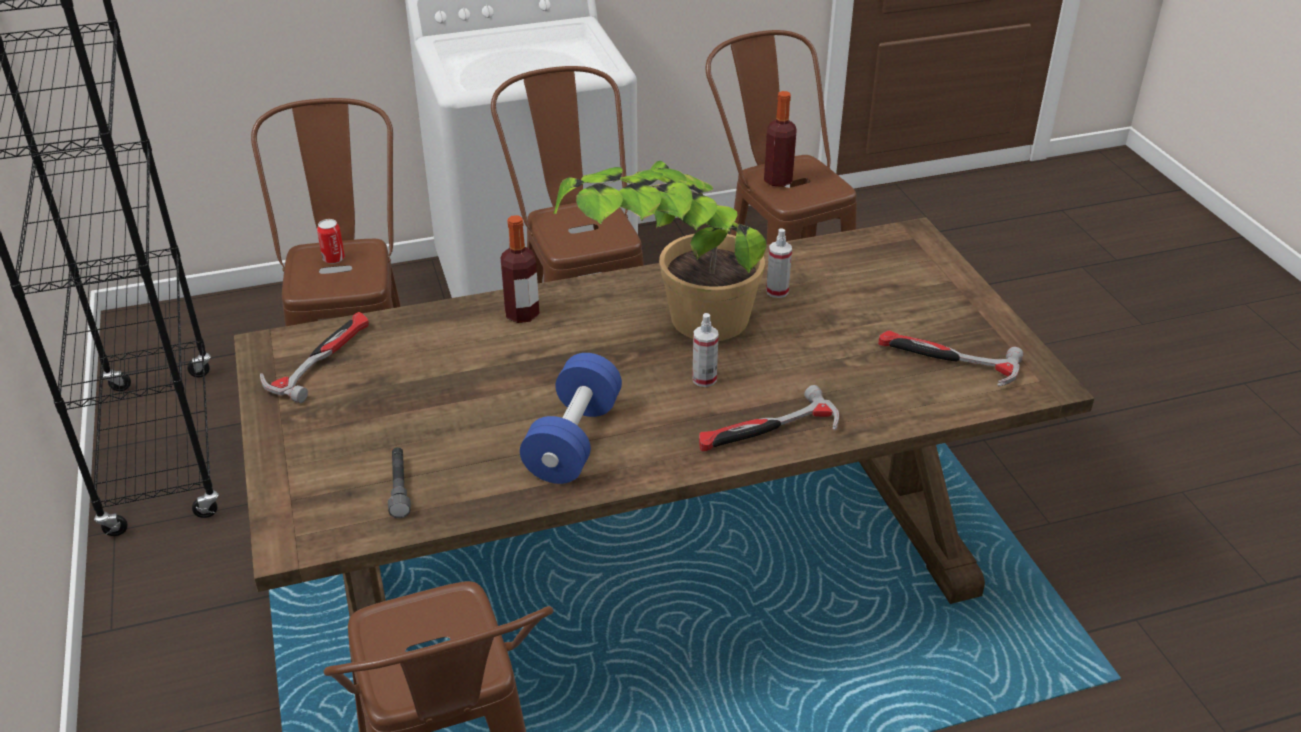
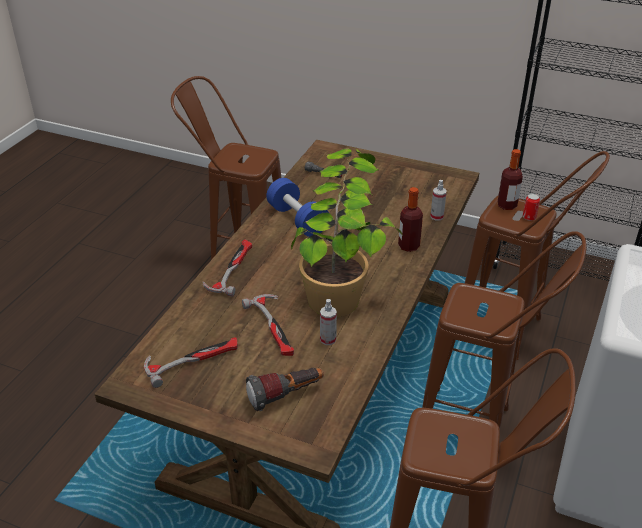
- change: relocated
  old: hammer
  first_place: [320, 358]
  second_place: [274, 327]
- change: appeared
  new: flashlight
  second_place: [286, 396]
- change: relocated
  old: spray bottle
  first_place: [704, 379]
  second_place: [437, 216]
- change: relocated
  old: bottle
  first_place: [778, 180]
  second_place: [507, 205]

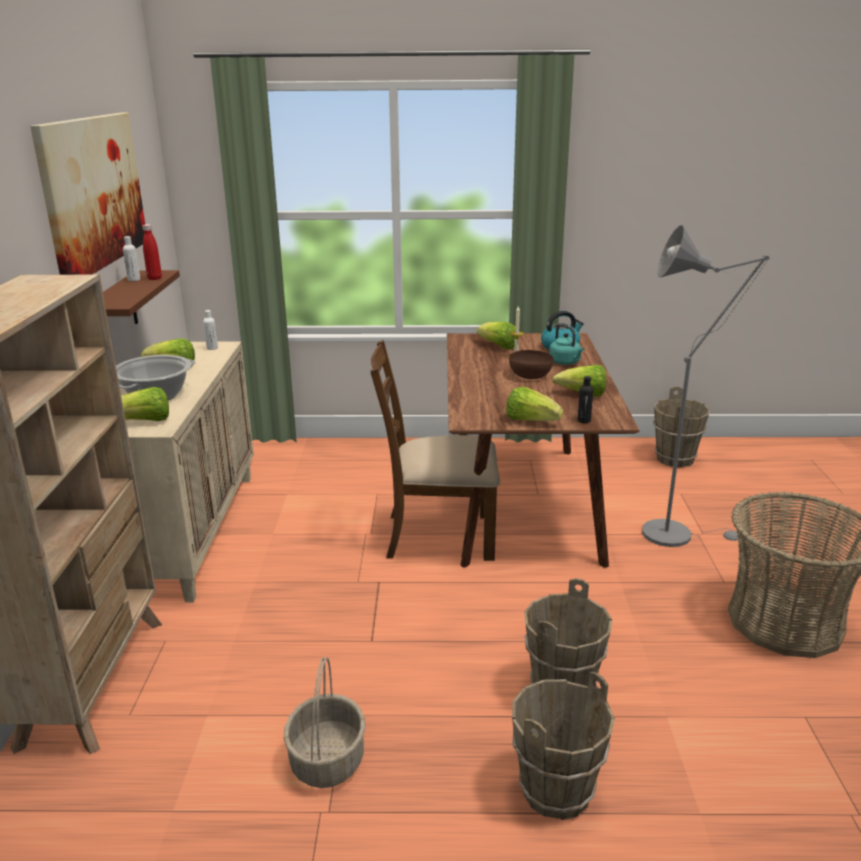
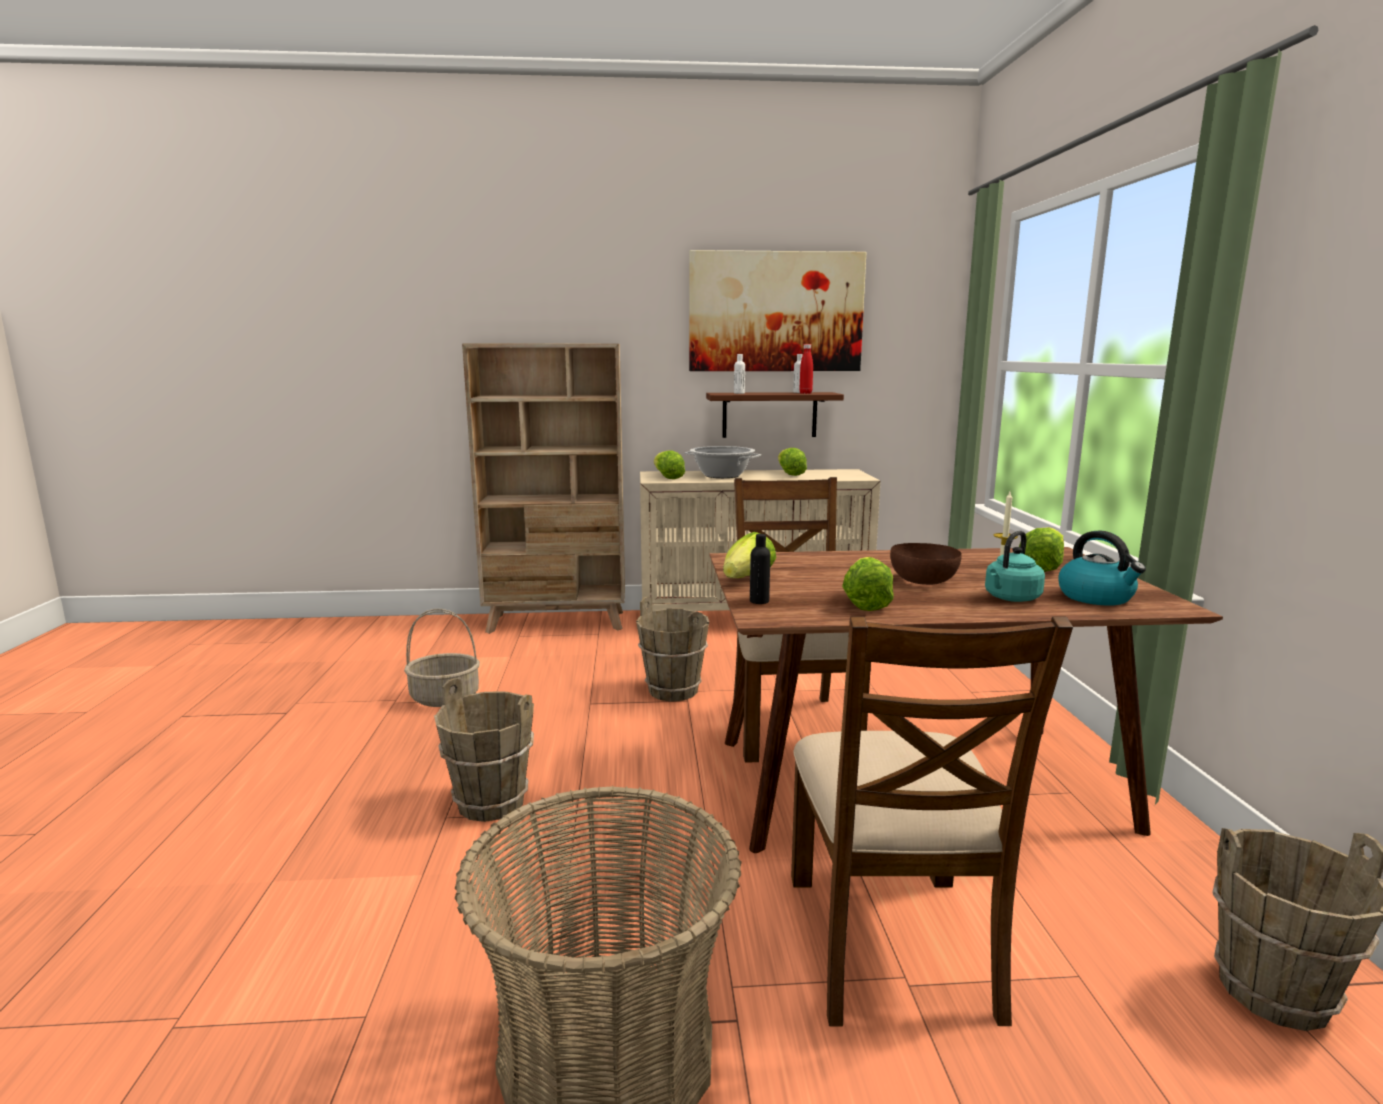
- change: relocated
  old: bucket in brown
  first_place: [555, 791]
  second_place: [673, 690]
- change: relocated
  old: bottle in white
  first_place: [212, 348]
  second_place: [739, 393]
- change: exchanged
  old: floor lamp in grey
  new: chair in brown
  first_place: [676, 533]
  second_place: [892, 944]

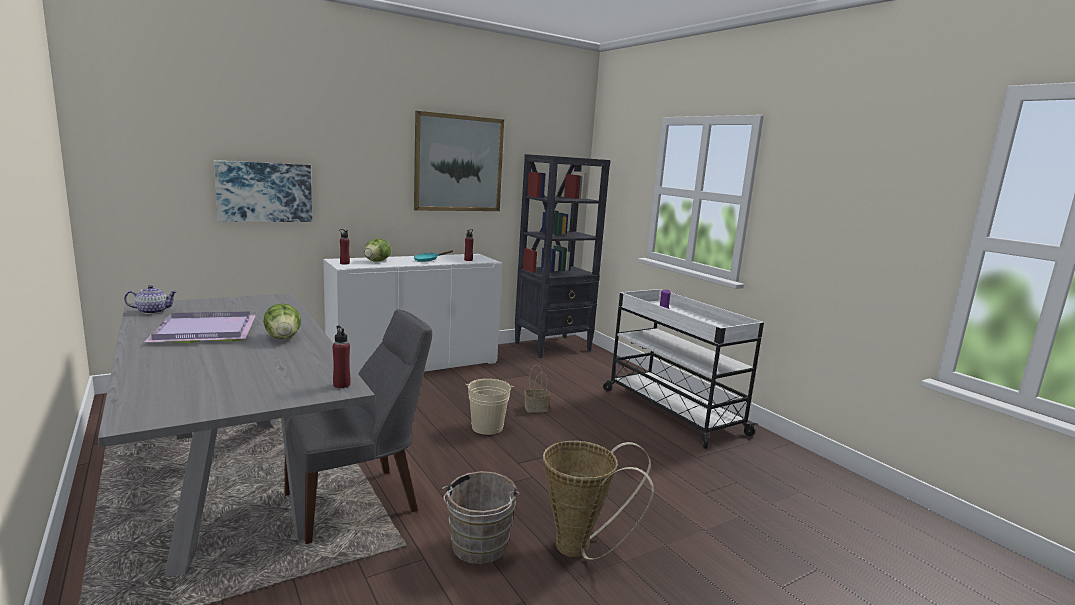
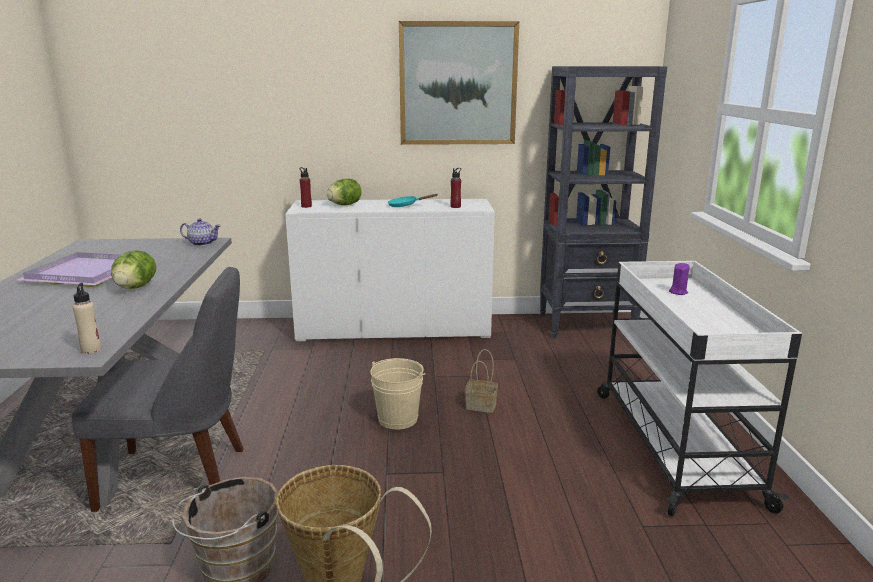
- change: colour
  old: bottle in red
  new: bottle in beige
  first_place: [341, 385]
  second_place: [91, 350]
- change: relocated
  old: teapot
  first_place: [152, 311]
  second_place: [202, 243]
- change: missing
  old: picture
  first_place: [264, 192]

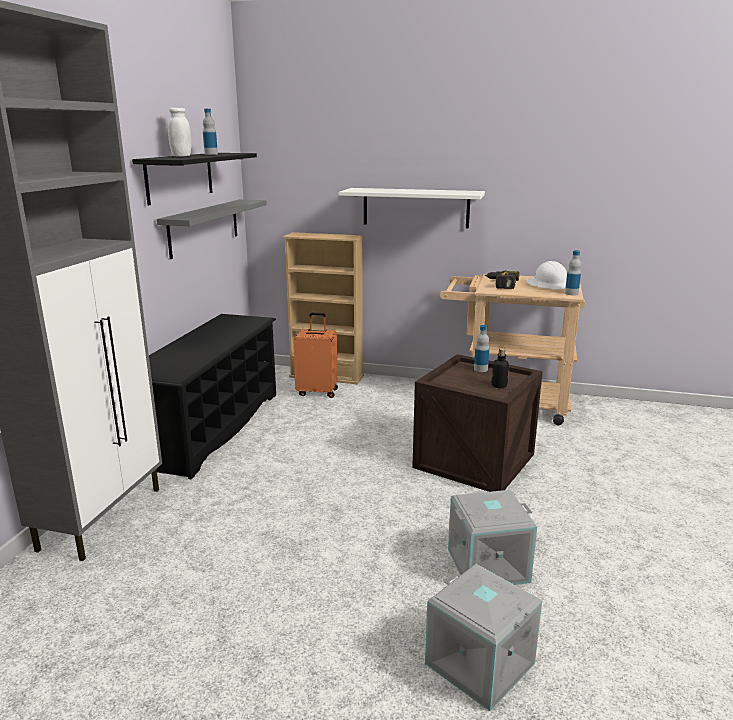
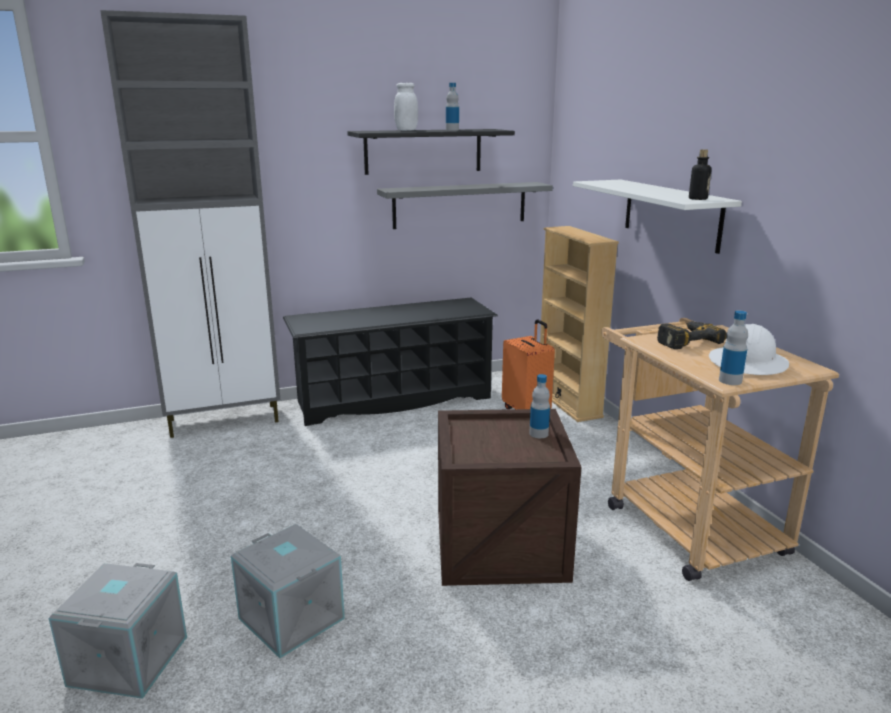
- change: relocated
  old: bottle
  first_place: [499, 386]
  second_place: [698, 199]

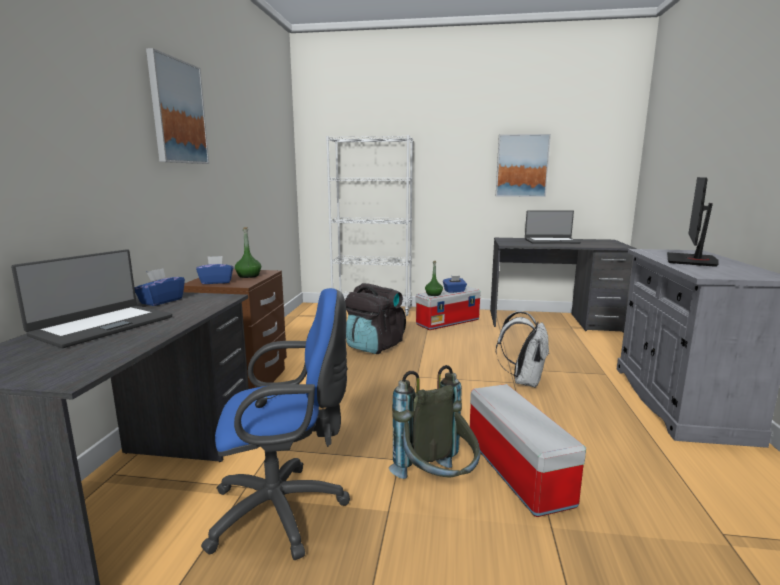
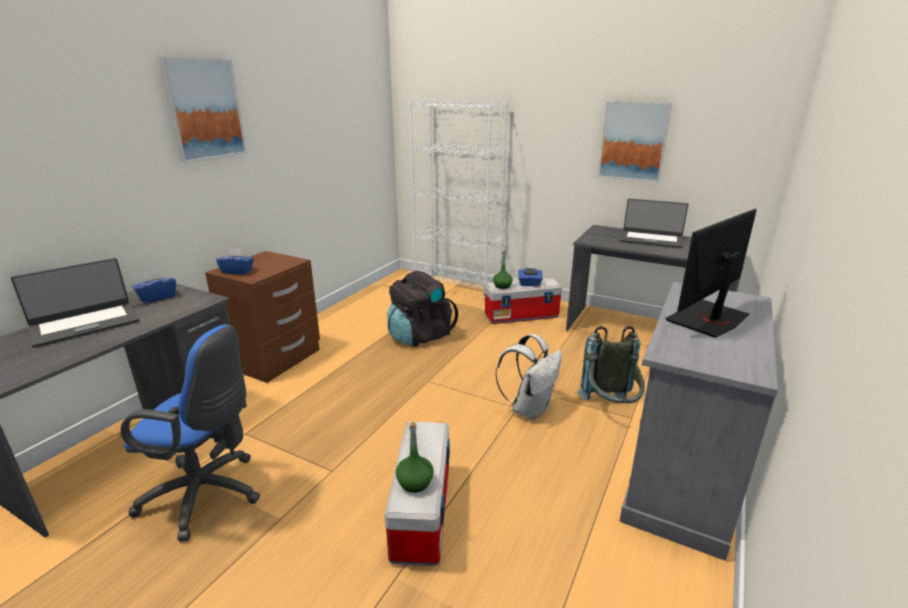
- change: relocated
  old: bottle in green
  first_place: [248, 276]
  second_place: [414, 482]
- change: relocated
  old: backpack in grey
  first_place: [437, 485]
  second_place: [610, 408]

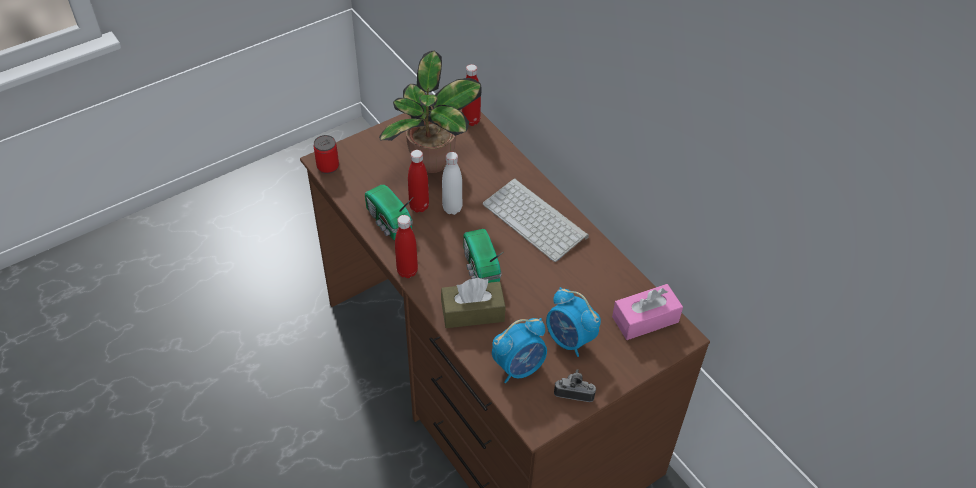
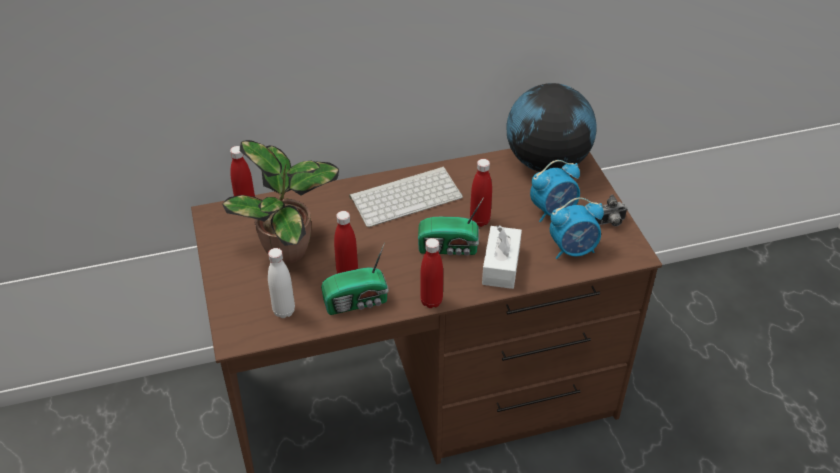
- change: relocated
  old: bottle in white
  first_place: [452, 208]
  second_place: [284, 311]
- change: appeared
  new: bottle in red
  second_place: [479, 221]
- change: colour
  old: tissue box in brown
  new: tissue box in white
  first_place: [472, 312]
  second_place: [501, 265]
- change: exchanged
  old: tissue box in pink
  new: globe
  first_place: [645, 319]
  second_place: [546, 162]
- change: spun
  old: alarm clock
  first_place: [519, 367]
  second_place: [573, 250]
  degrees: 90
- change: spun
  old: photo camera
  first_place: [574, 392]
  second_place: [609, 223]
  degrees: -135
- change: missing
  old: can
  first_place: [328, 166]

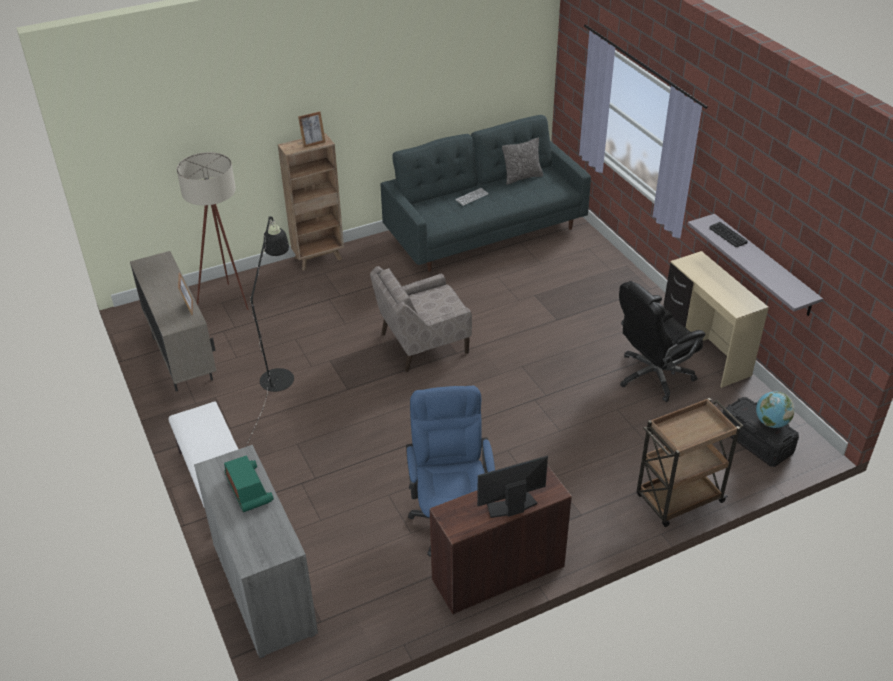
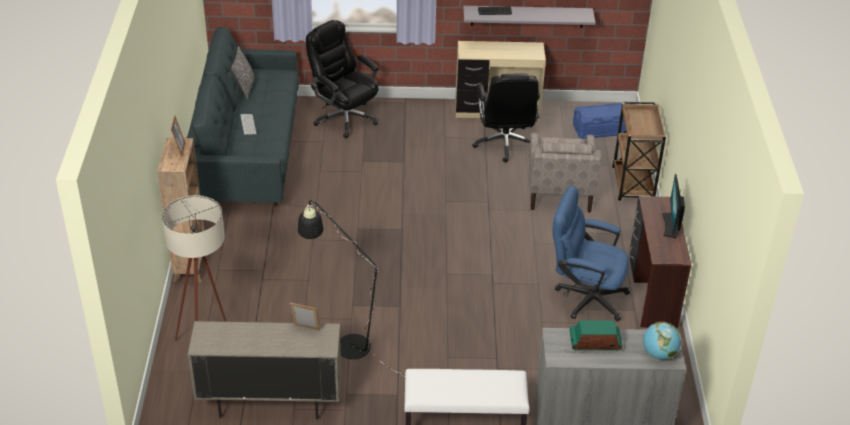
- change: appeared
  new: office chair in black
  second_place: [344, 118]
- change: relocated
  old: armchair in beige
  first_place: [423, 343]
  second_place: [559, 192]
- change: colour
  old: storage box in black
  new: storage box in blue
  first_place: [755, 441]
  second_place: [601, 130]
- change: relocated
  old: globe
  first_place: [771, 422]
  second_place: [659, 354]

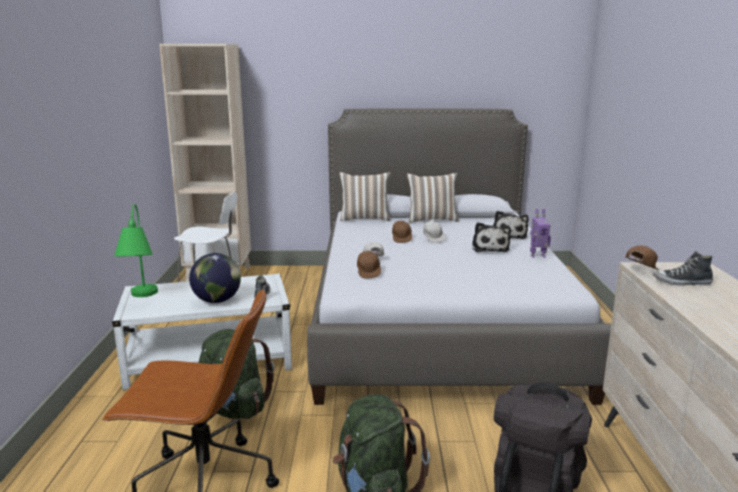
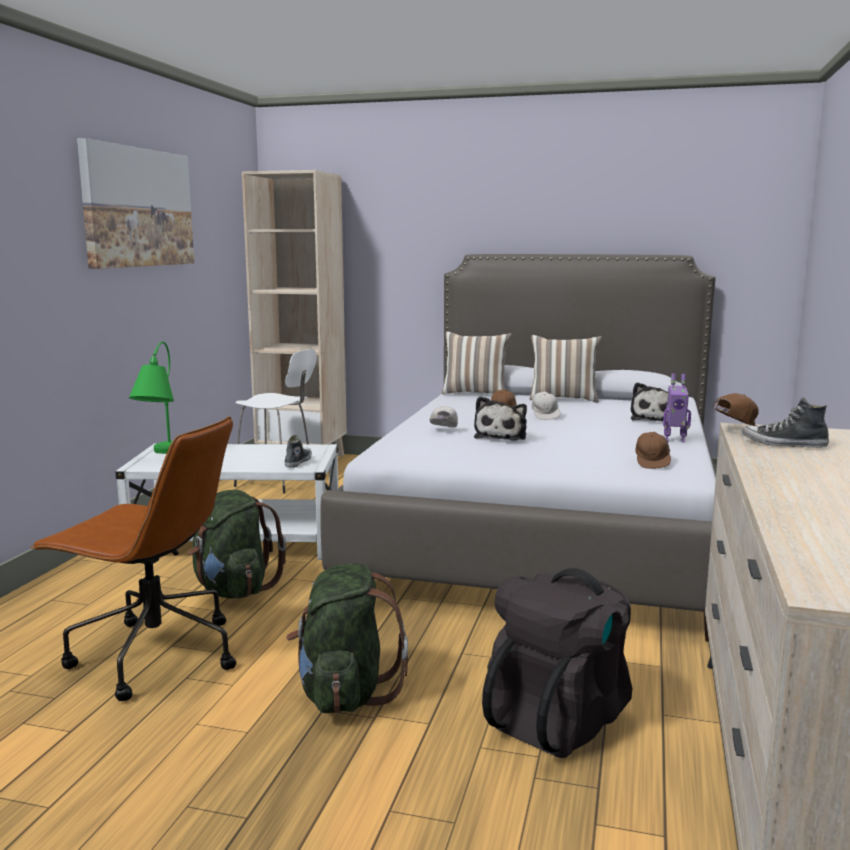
- change: appeared
  new: picture
  second_place: [138, 207]
- change: relocated
  old: plush toy
  first_place: [490, 248]
  second_place: [502, 436]
- change: relocated
  old: cap in brown
  first_place: [368, 272]
  second_place: [652, 463]
- change: missing
  old: globe
  first_place: [217, 301]

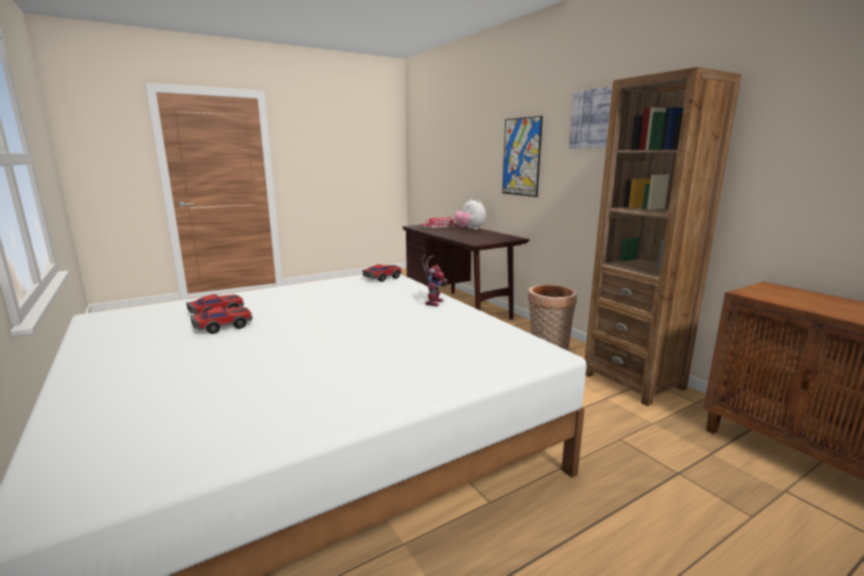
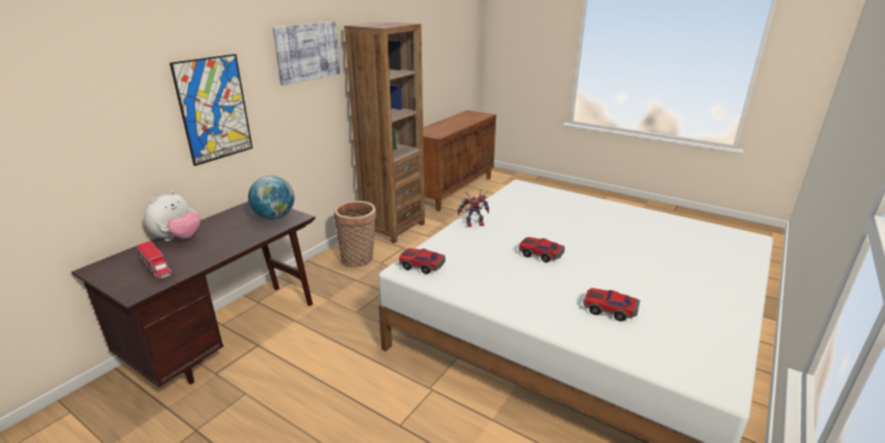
- change: appeared
  new: globe
  second_place: [275, 217]
- change: relocated
  old: toy car
  first_place: [223, 326]
  second_place: [540, 254]

